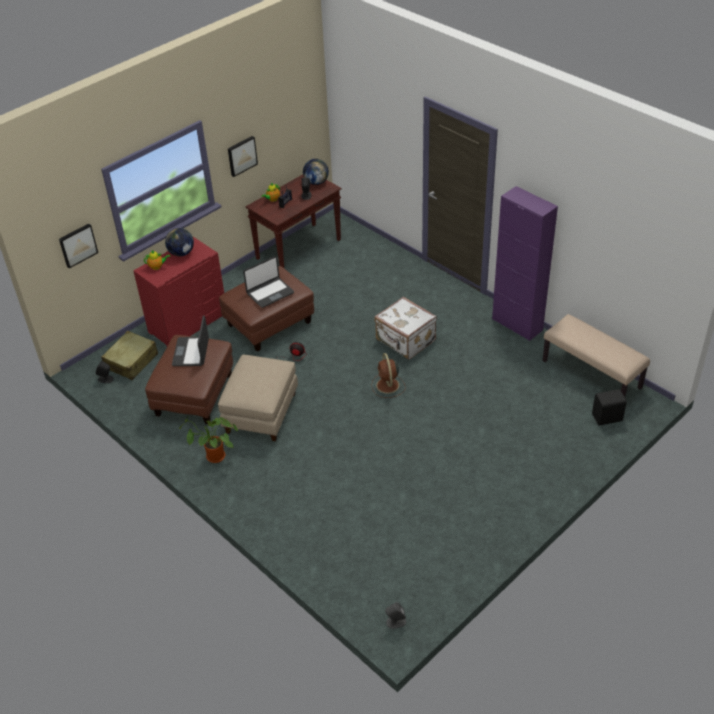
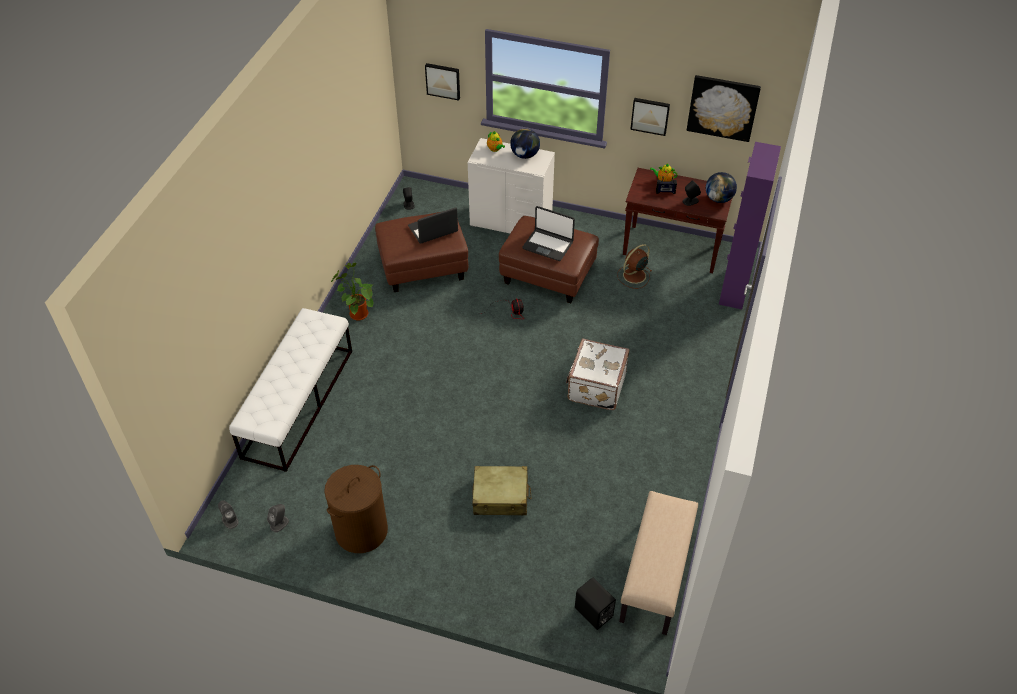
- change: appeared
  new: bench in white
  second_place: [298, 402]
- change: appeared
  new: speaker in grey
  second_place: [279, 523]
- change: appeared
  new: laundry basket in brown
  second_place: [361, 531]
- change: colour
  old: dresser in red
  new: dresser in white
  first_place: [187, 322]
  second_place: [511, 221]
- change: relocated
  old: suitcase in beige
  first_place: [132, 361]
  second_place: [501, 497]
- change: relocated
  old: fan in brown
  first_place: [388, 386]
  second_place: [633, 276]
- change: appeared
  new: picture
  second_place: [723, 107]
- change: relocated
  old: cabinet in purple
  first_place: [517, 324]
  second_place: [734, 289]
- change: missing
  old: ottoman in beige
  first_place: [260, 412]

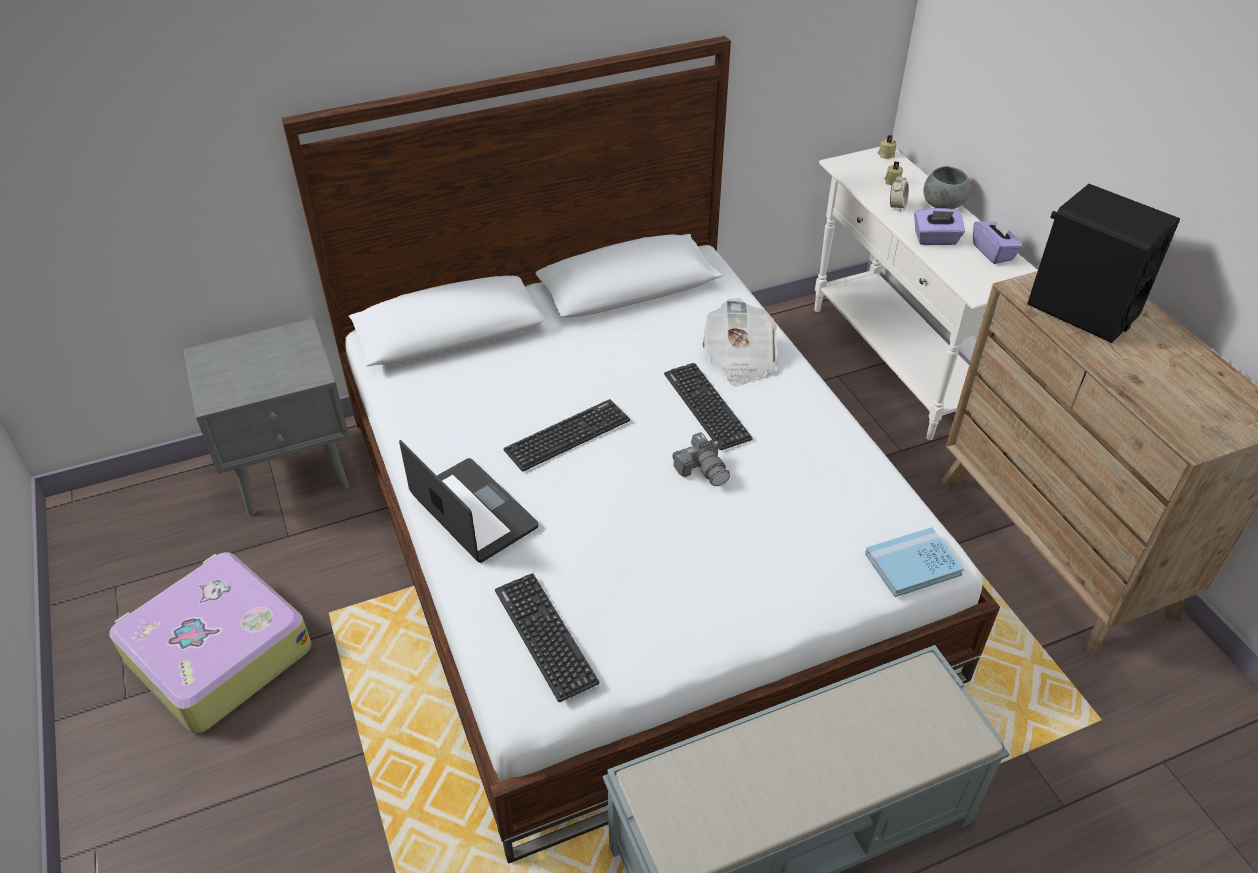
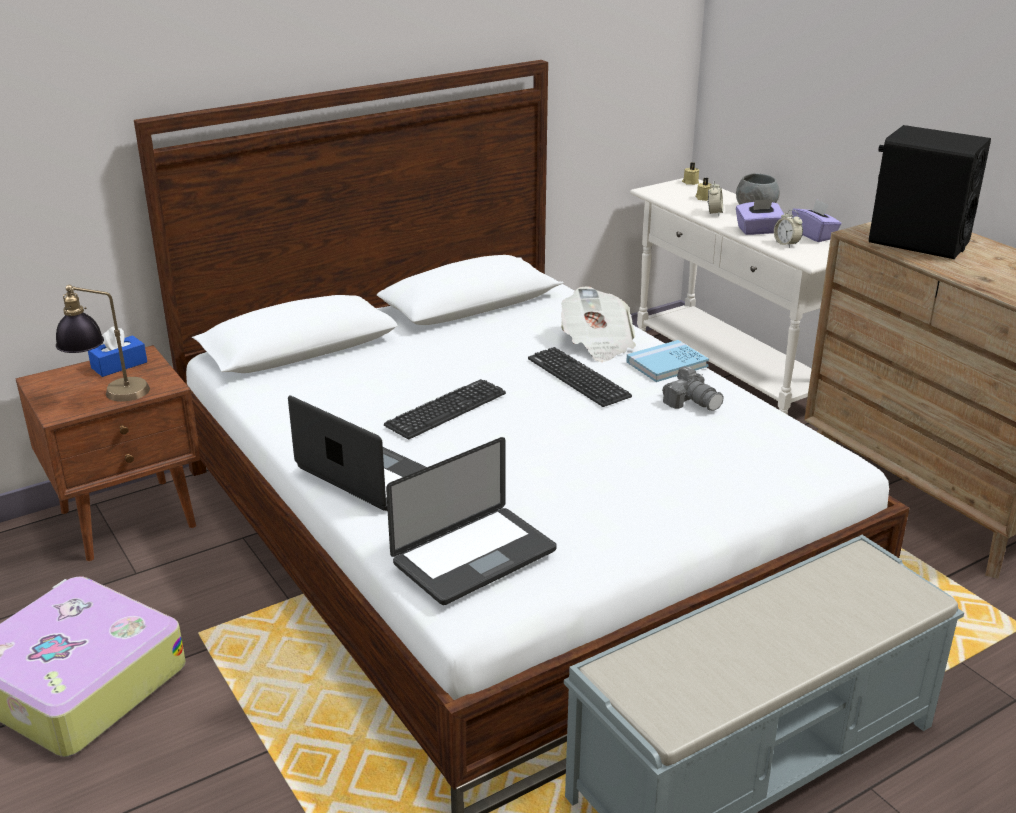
- change: colour
  old: nightstand in grey
  new: nightstand in brown
  first_place: [293, 471]
  second_place: [130, 518]
- change: appeared
  new: table lamp
  second_place: [109, 397]
- change: appeared
  new: tissue box in blue
  second_place: [119, 365]
- change: exchanged
  old: keyboard
  new: laptop
  first_place: [545, 636]
  second_place: [474, 557]
- change: relocated
  old: book in blue
  first_place: [912, 564]
  second_place: [667, 364]
- change: relocated
  old: photo camera
  first_place: [702, 469]
  second_place: [692, 402]
- change: appeared
  new: alarm clock
  second_place: [786, 244]

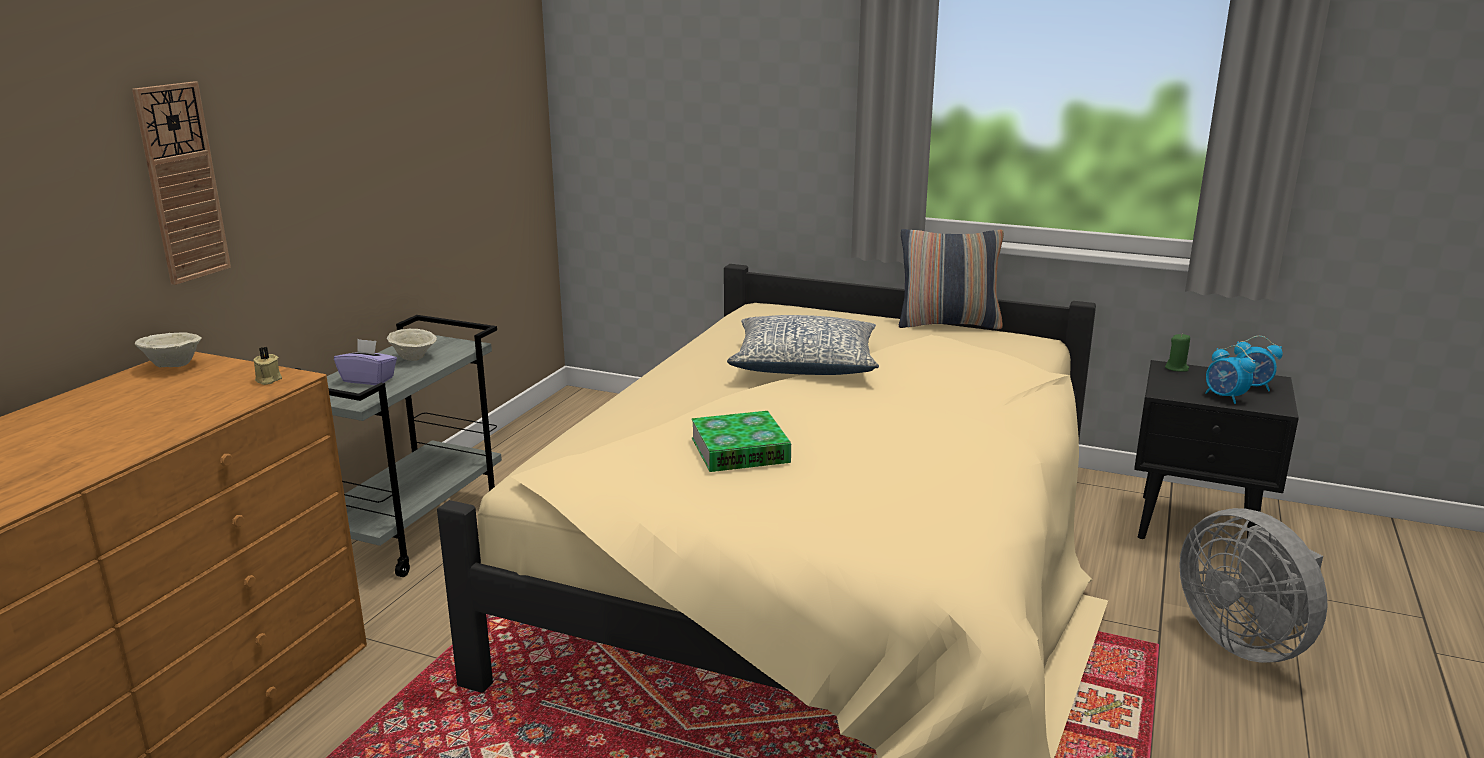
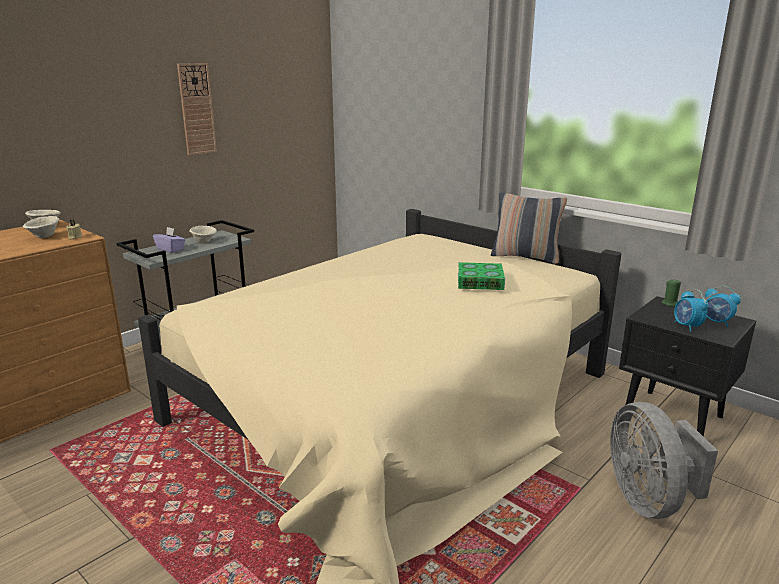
- change: appeared
  new: bowl in beige
  second_place: [45, 236]
- change: relocated
  old: wall clock
  first_place: [182, 183]
  second_place: [196, 109]
- change: relocated
  old: book
  first_place: [740, 450]
  second_place: [480, 281]
- change: missing
  old: pillow
  first_place: [805, 365]

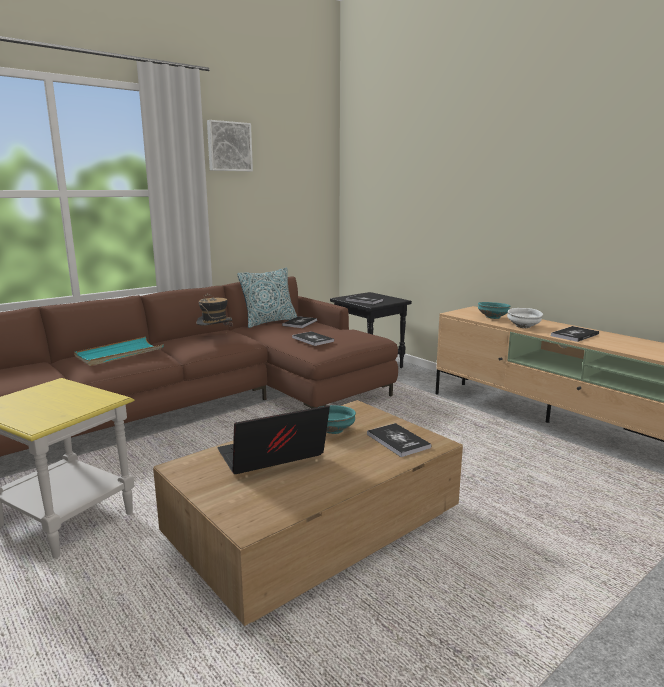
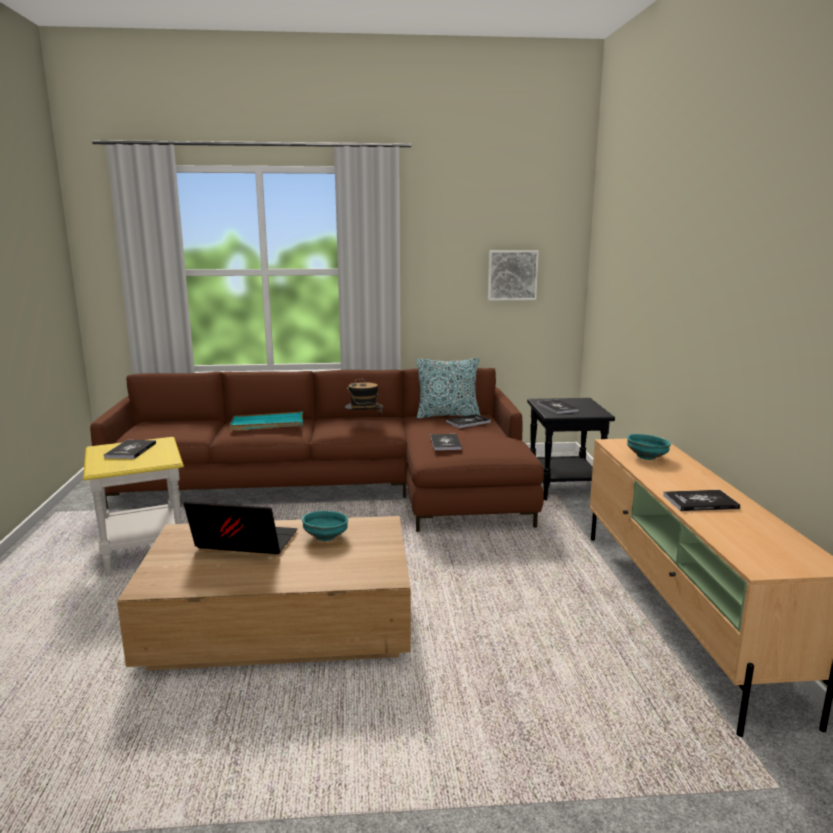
- change: relocated
  old: book
  first_place: [398, 441]
  second_place: [130, 450]
- change: relocated
  old: picture
  first_place: [229, 146]
  second_place: [512, 275]
- change: missing
  old: bowl in white
  first_place: [523, 327]

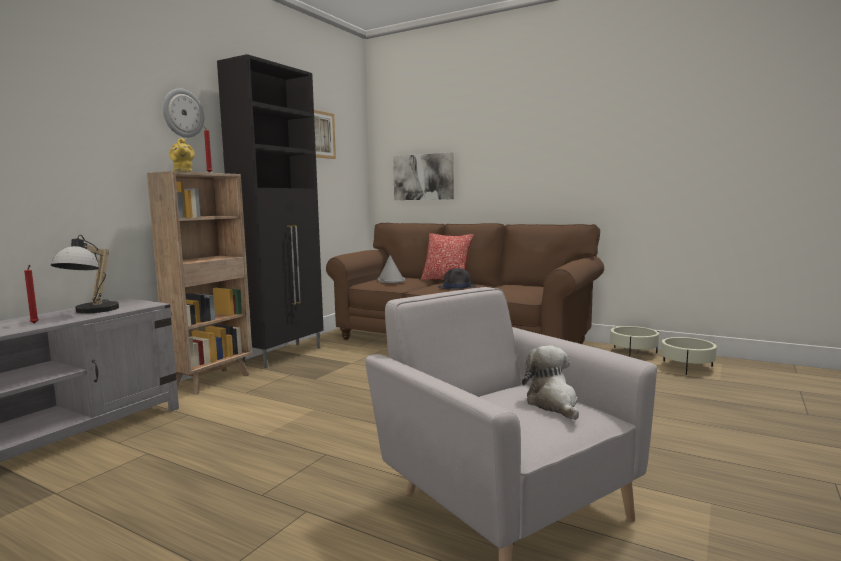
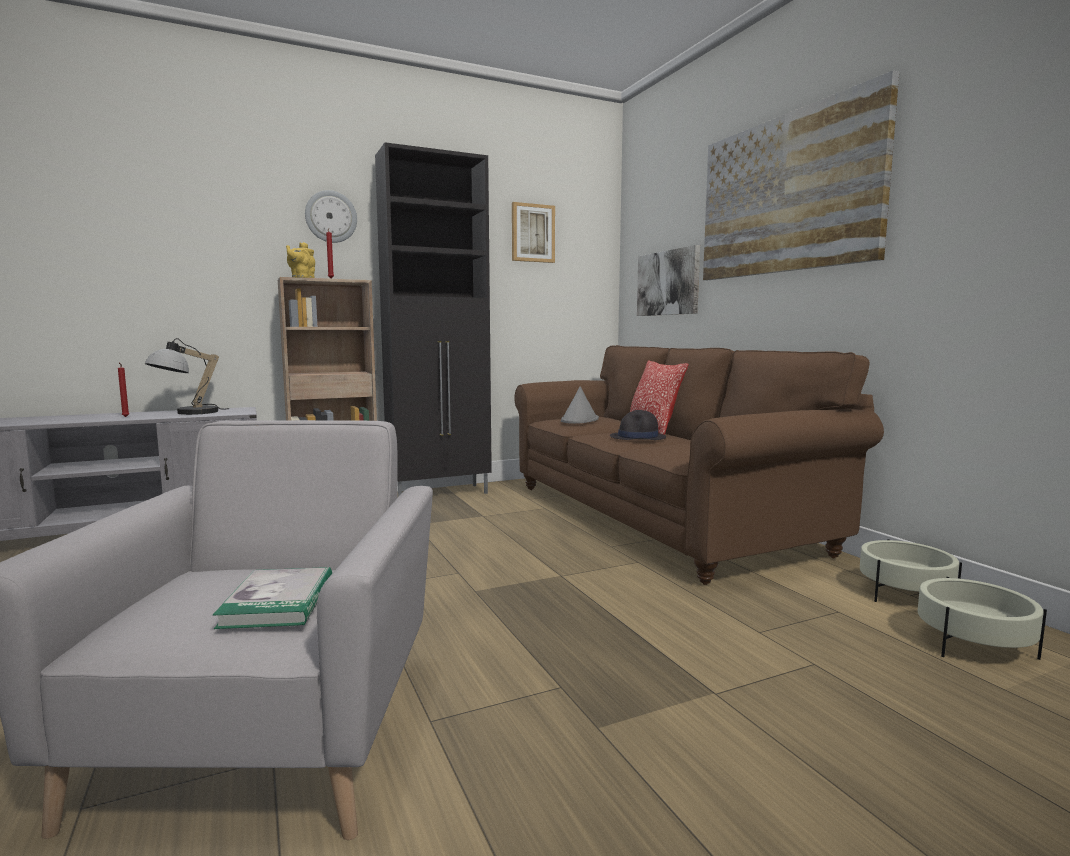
- change: exchanged
  old: plush toy
  new: book
  first_place: [553, 404]
  second_place: [278, 602]
- change: appeared
  new: picture
  second_place: [786, 194]

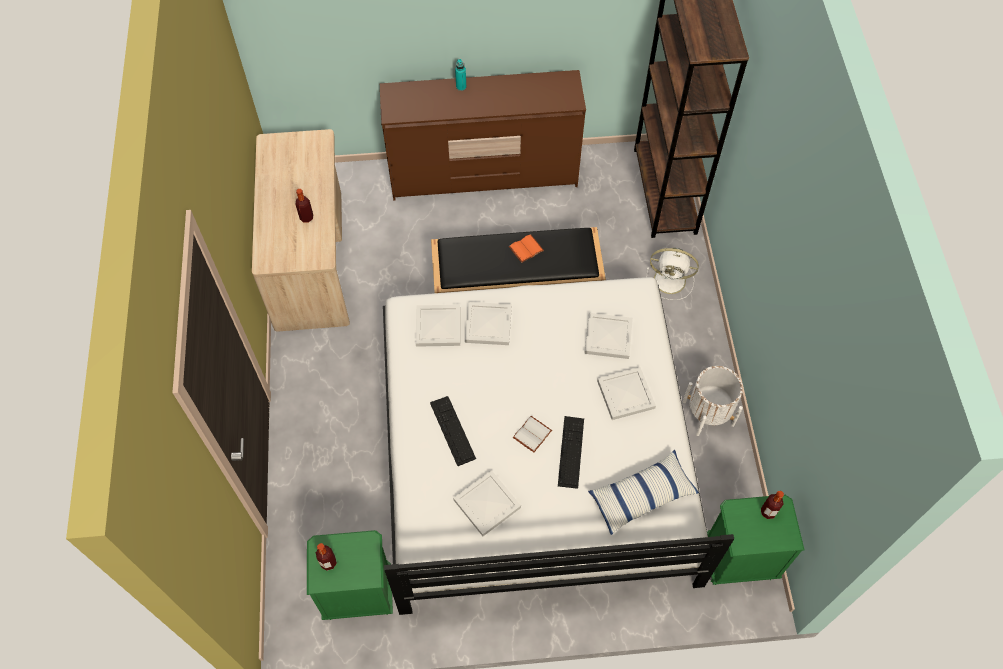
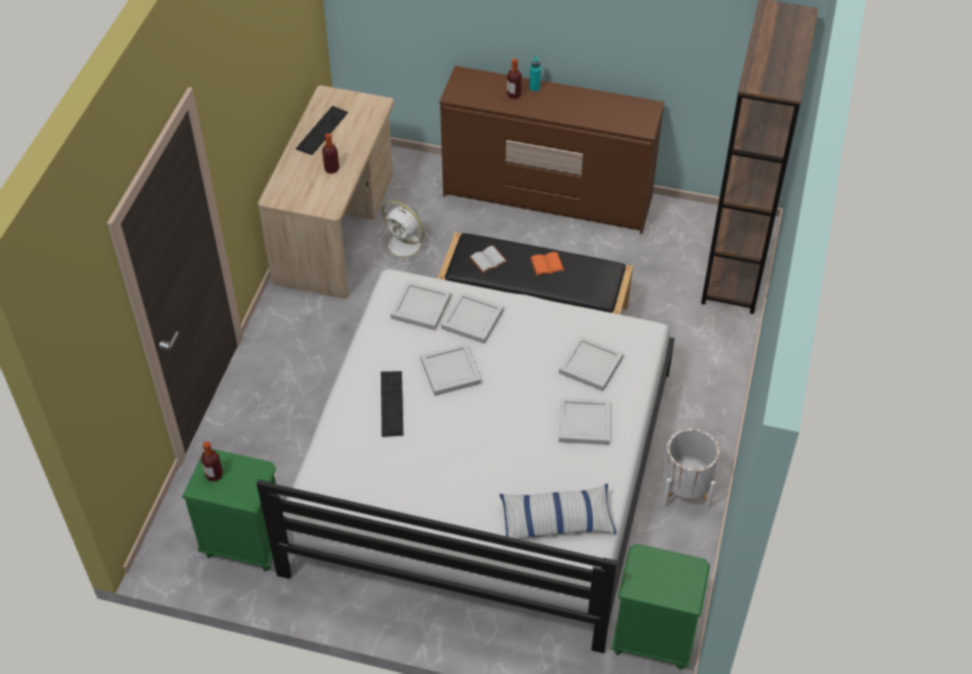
- change: relocated
  old: keyboard
  first_place: [571, 452]
  second_place: [322, 130]
- change: relocated
  old: fan in white
  first_place: [671, 281]
  second_place: [405, 245]
- change: relocated
  old: tray in white
  first_place: [486, 503]
  second_place: [449, 371]
- change: relocated
  old: book in white
  first_place: [532, 435]
  second_place: [488, 261]
- change: relocated
  old: bottle
  first_place: [768, 512]
  second_place: [514, 95]

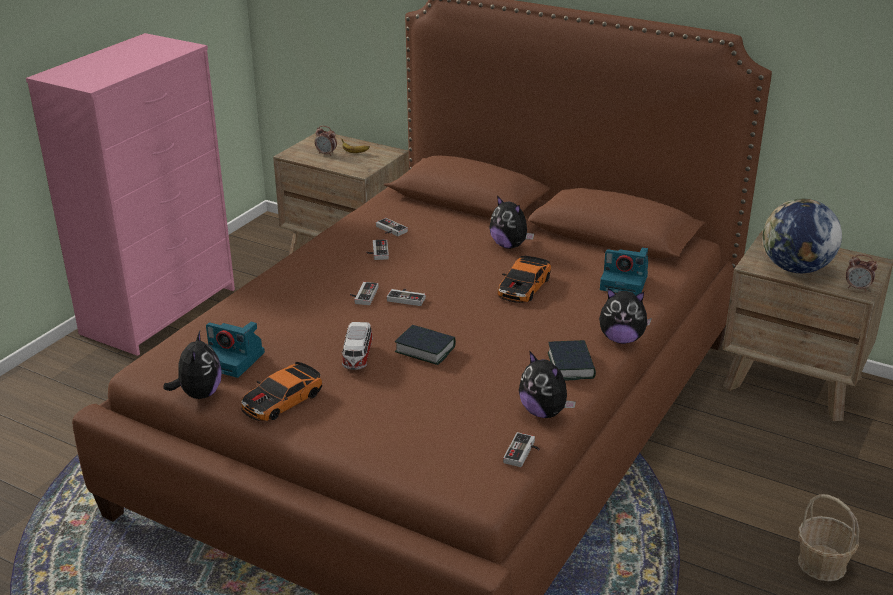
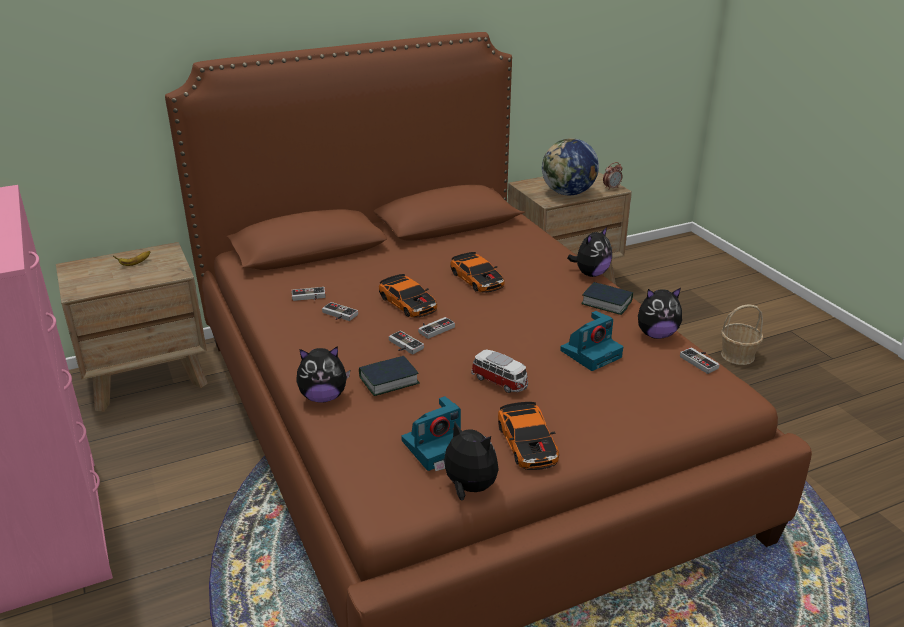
- change: relocated
  old: plush toy
  first_place: [509, 245]
  second_place: [323, 397]
- change: relocated
  old: book
  first_place: [425, 349]
  second_place: [389, 380]
- change: appeared
  new: toy car
  second_place: [409, 302]
- change: relocated
  old: photo camera
  first_place: [625, 282]
  second_place: [591, 353]
- change: missing
  old: alarm clock
  first_place: [326, 154]

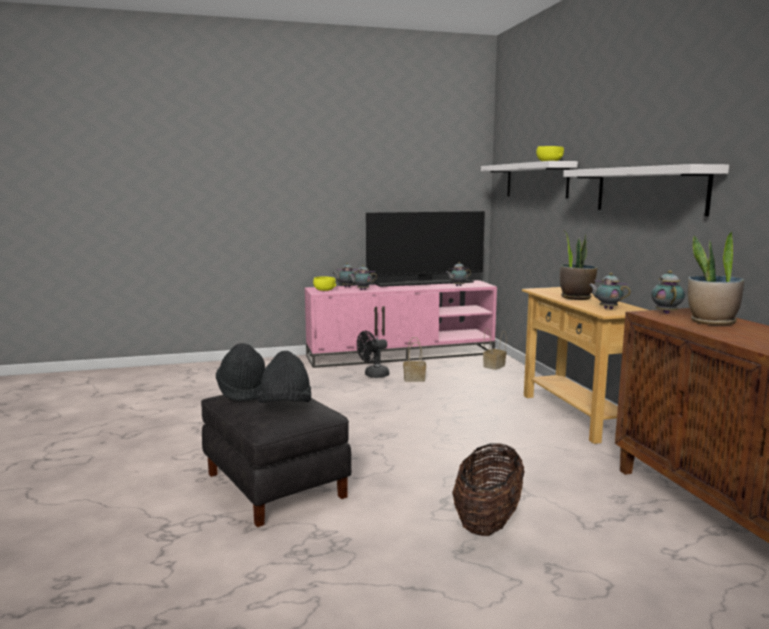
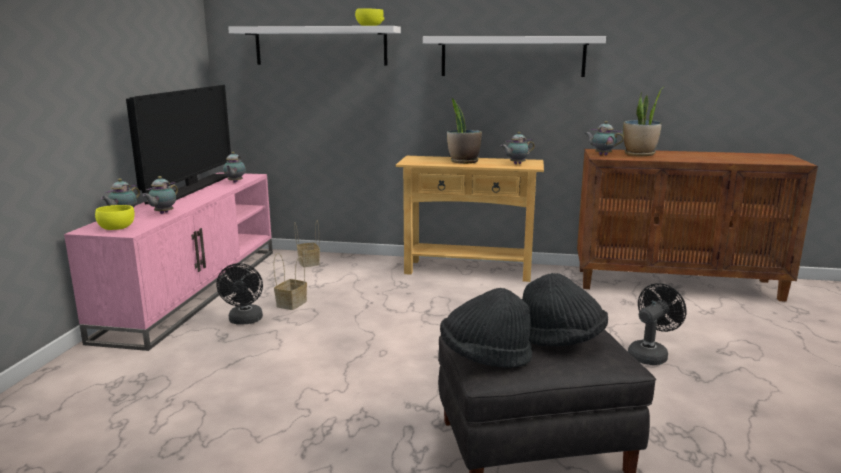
- change: exchanged
  old: basket
  new: fan in black
  first_place: [488, 521]
  second_place: [650, 354]

